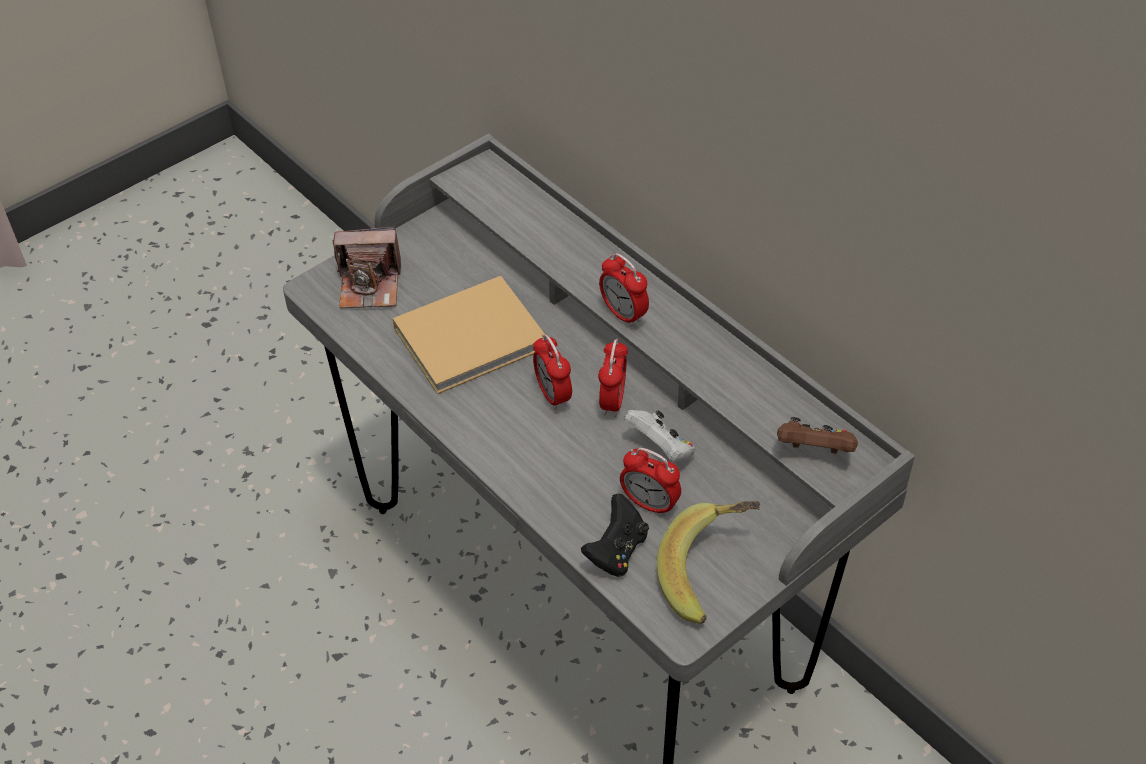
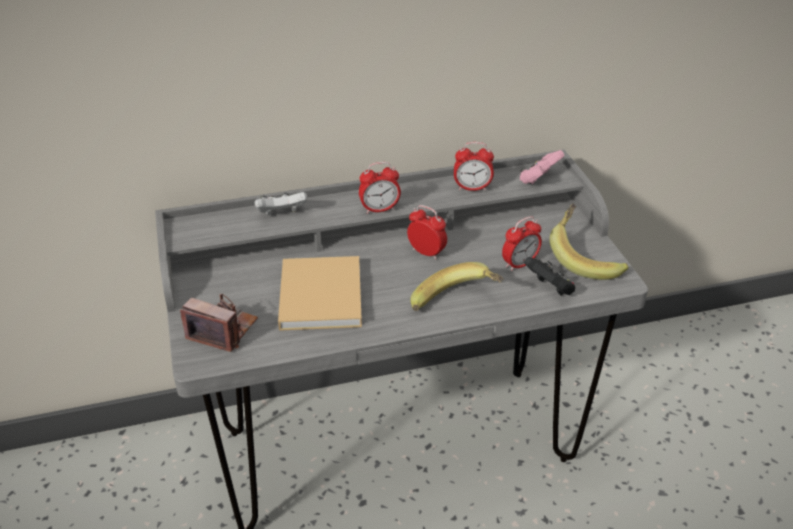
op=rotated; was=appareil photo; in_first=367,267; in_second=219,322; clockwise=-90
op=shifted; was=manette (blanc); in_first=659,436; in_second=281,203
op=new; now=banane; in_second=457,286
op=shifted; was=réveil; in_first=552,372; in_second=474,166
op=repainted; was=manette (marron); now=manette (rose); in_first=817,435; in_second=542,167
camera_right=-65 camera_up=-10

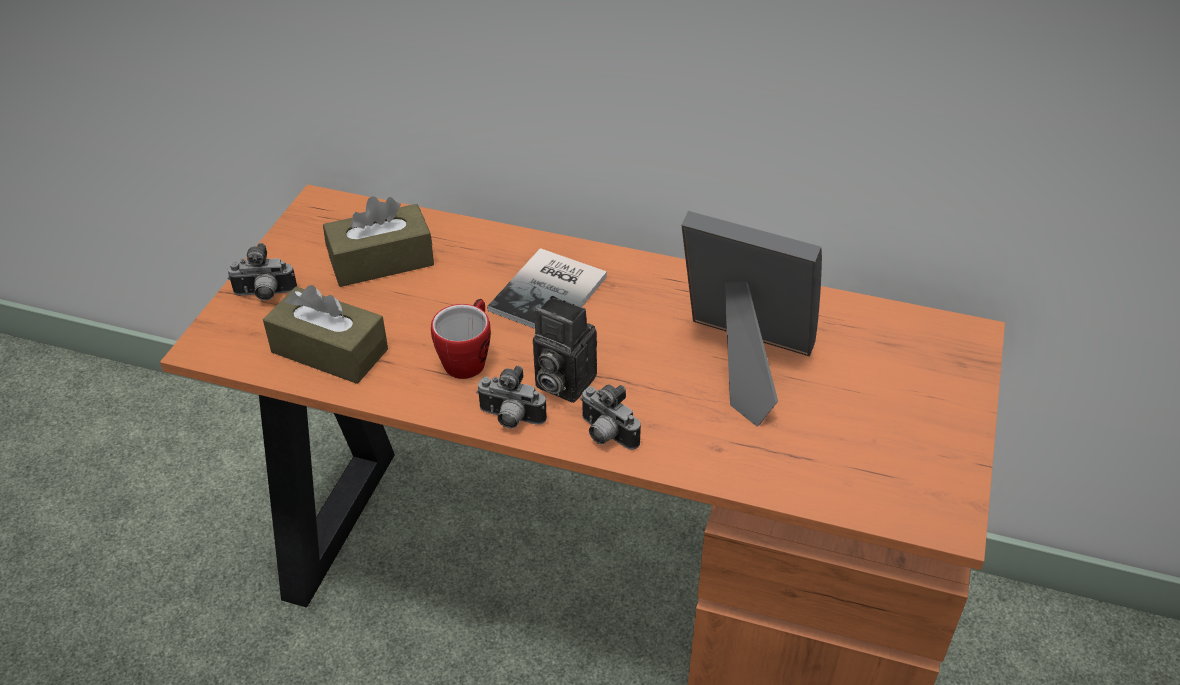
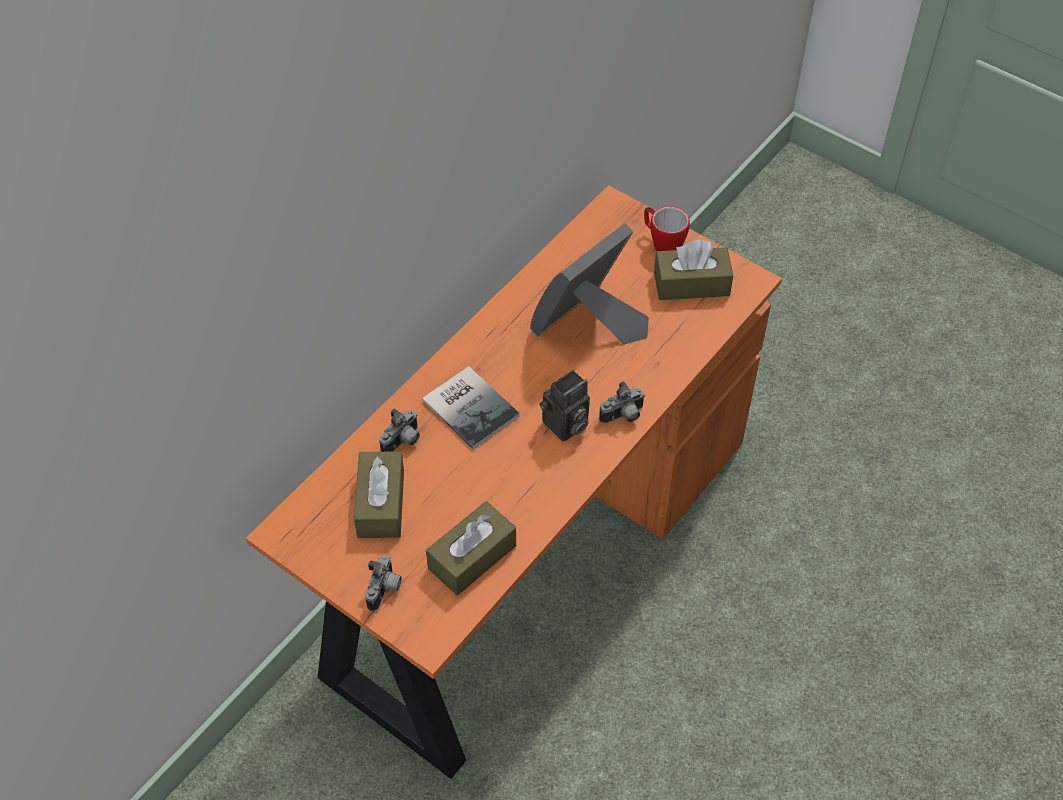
op=shifted; was=appareil photo; in_first=511,397; in_second=399,430
op=shifted; was=mug; in_first=461,339; in_second=667,228
op=new; now=boîte à mouchoirs (marron); in_second=693,269
camera_right=-70 camera_up=10

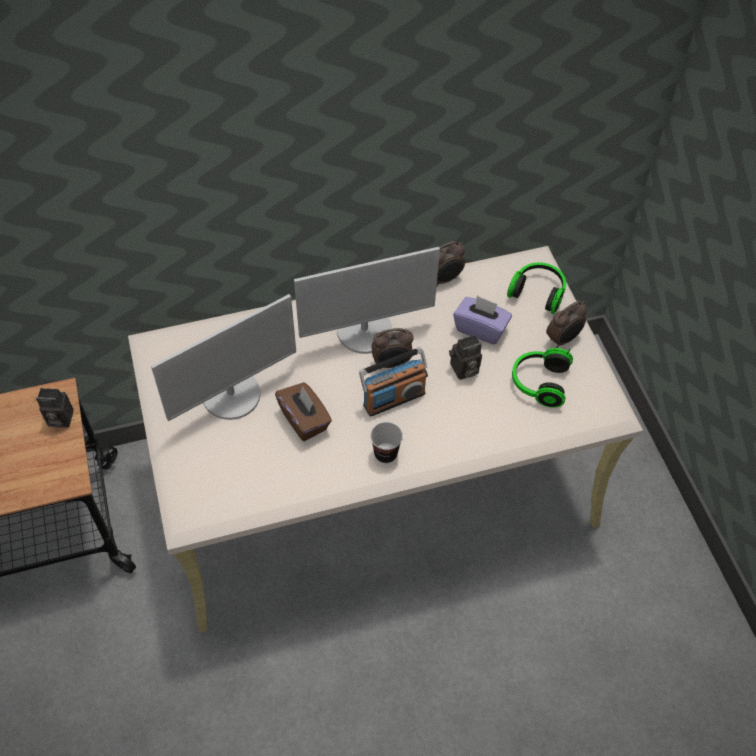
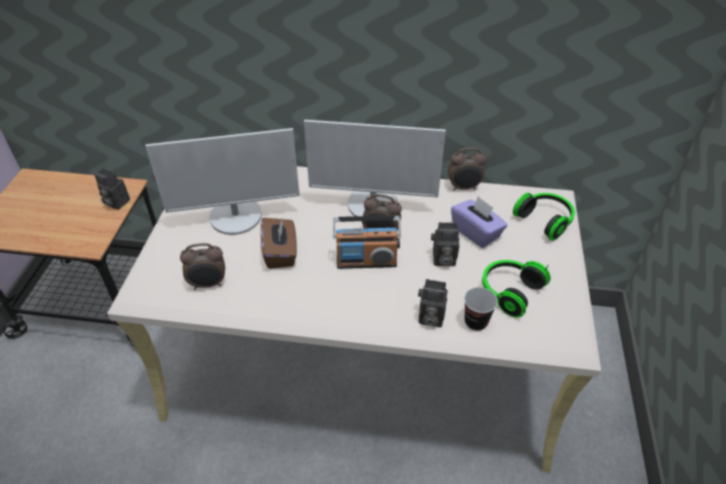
op=shifted; was=réveil; in_first=566,324; in_second=202,266
op=new; now=appareil photo; in_second=433,303
op=shifted; was=tasse; in_first=386,442; in_second=481,309
camera_right=25 camera_up=-10

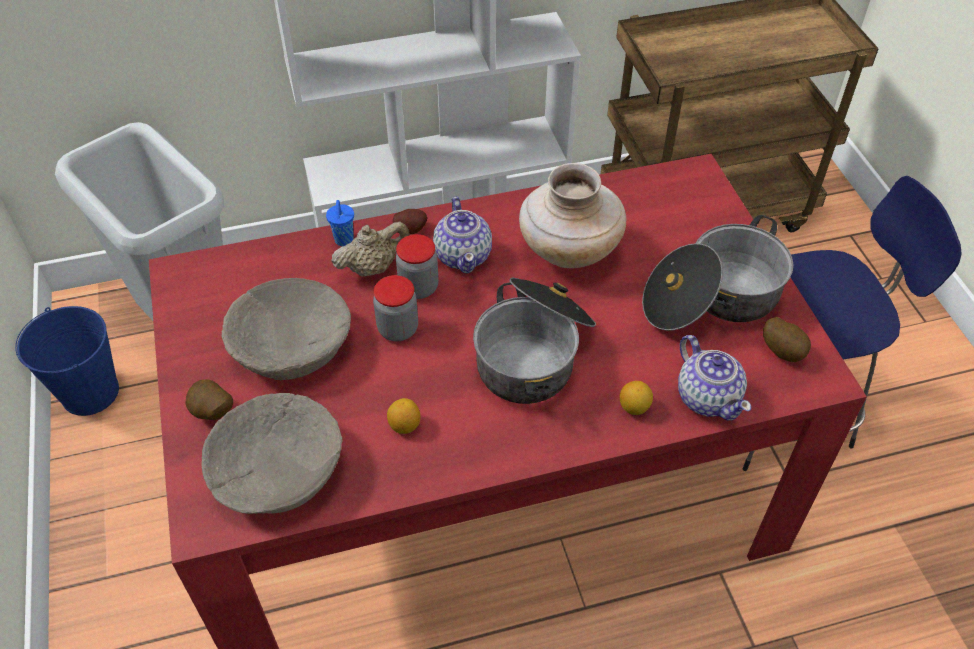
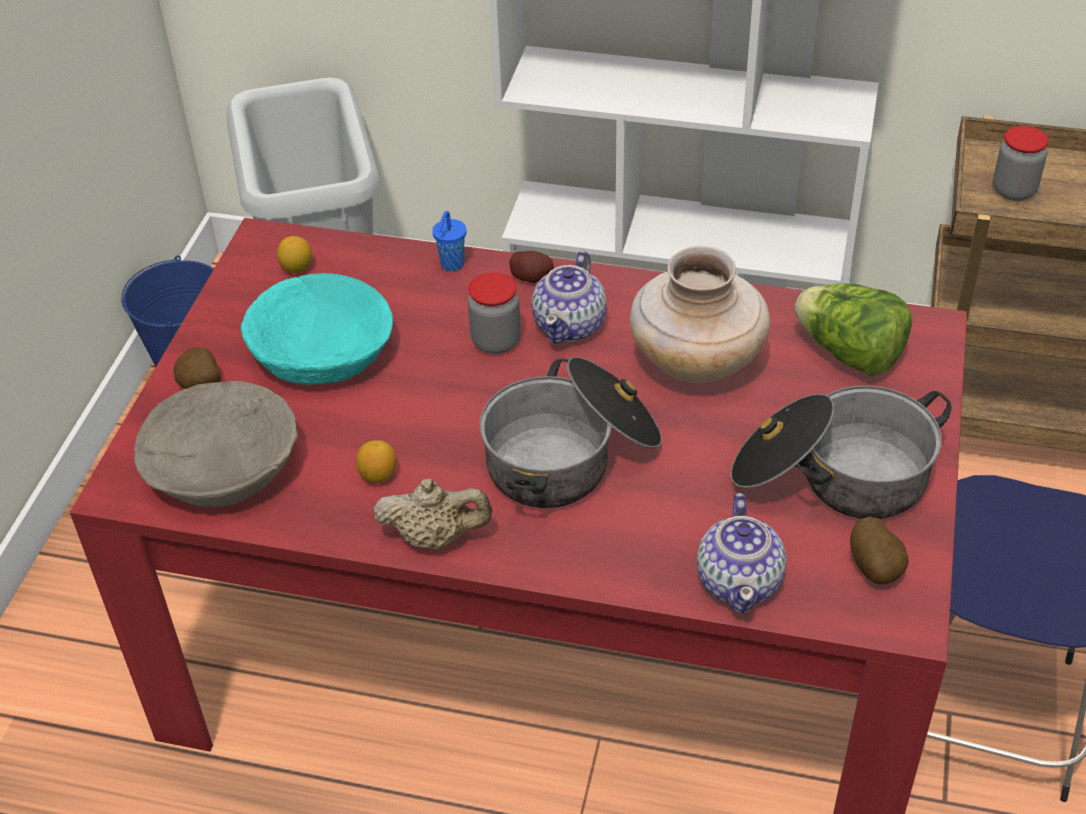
op=repainted; was=bol (beige); now=bol (turquoise); in_first=286,329; in_second=317,329
op=shifted; was=citron; in_first=636,398; in_second=294,254
op=shifted; was=théière (beige); in_first=370,249; in_second=433,514
op=new; now=laitue; in_second=853,330
op=shifted; was=bocal; in_first=395,308; in_second=1021,163
camera_right=30 camera_up=-5

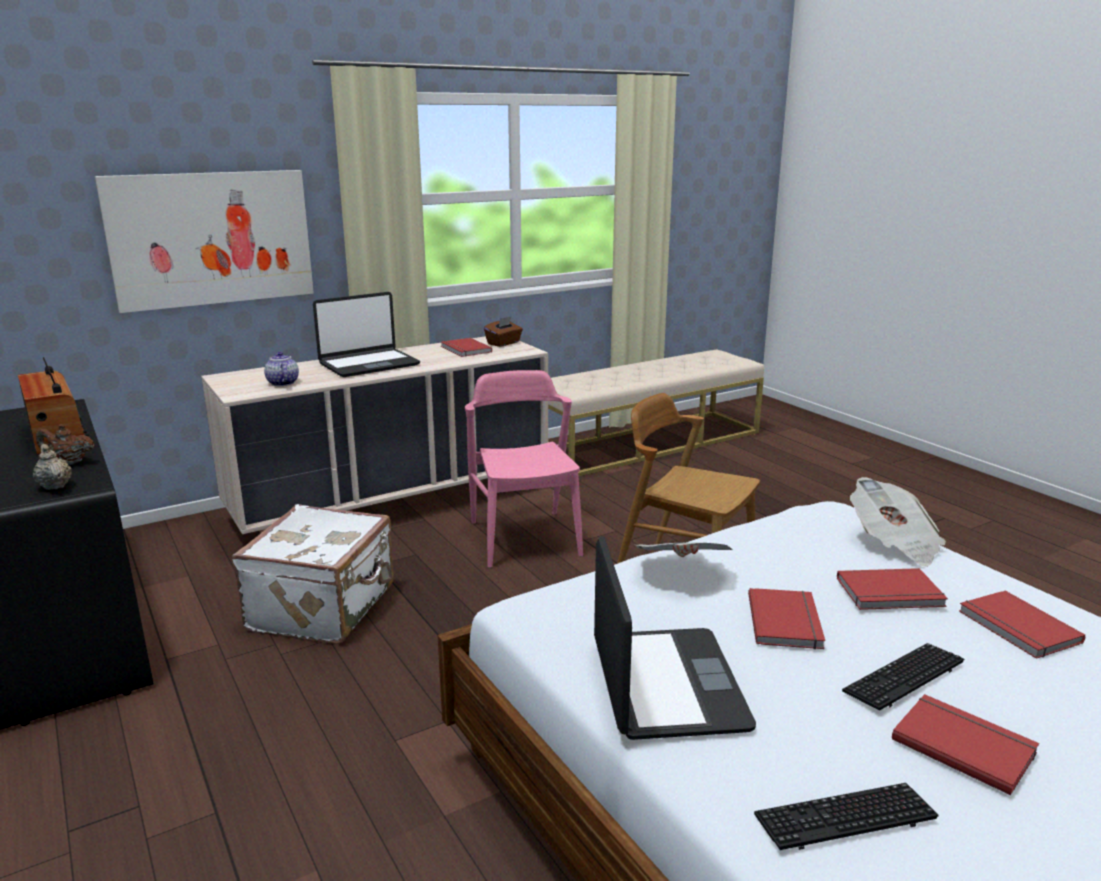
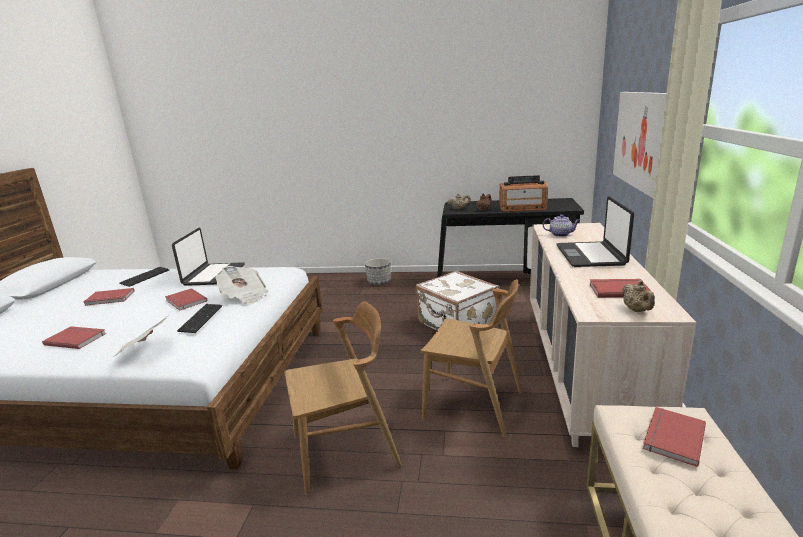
op=rotated; was=ordinateur portable; in_first=675,638; in_second=208,257; clockwise=-120
op=shifted; was=clavier; in_first=903,676; in_second=199,318
op=new; now=cache-pot; in_second=378,271
op=repainted; was=chaise (rose); now=chaise (marron); in_first=524,469; in_second=471,358
op=swapped; was=boîte à mouchoirs (marron); now=théière (beige); in_first=503,331; in_second=638,296
op=shifted; was=livre (rouge); in_first=892,589; in_second=674,437
camera_right=130 camera_up=0

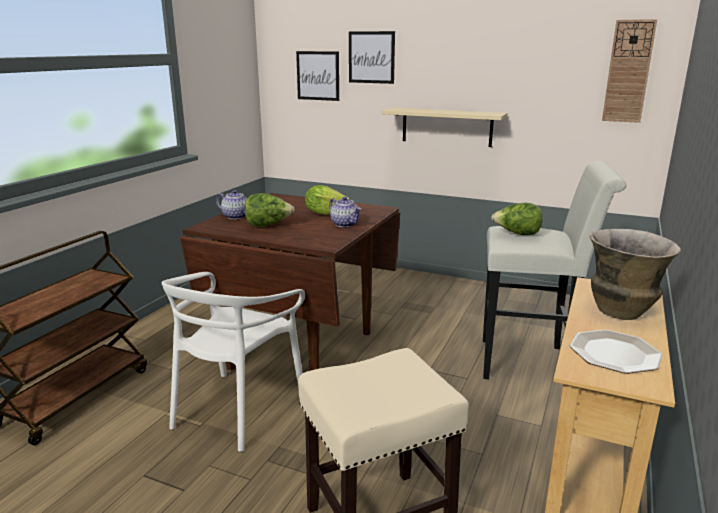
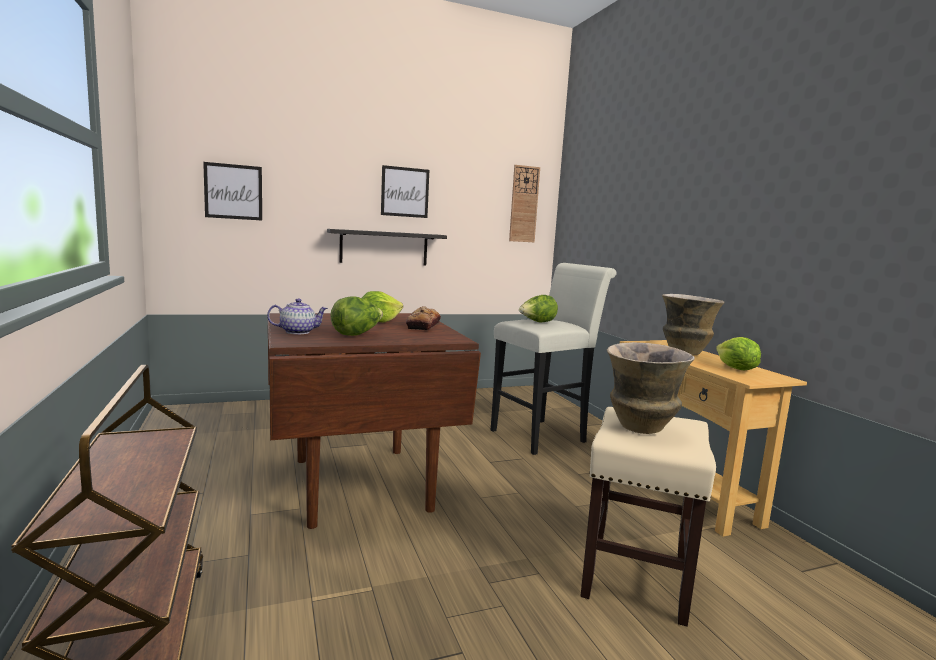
op=repainted; was=étagère (beige); now=étagère (noir); in_first=444,127; in_second=387,247
op=shifted; was=tableau; in_first=372,57; in_second=405,191
op=swapped; was=théière; now=pain; in_first=345,212; in_second=423,318
op=new; now=vase; in_second=651,388
op=swapped; was=assiette; now=laitue; in_first=615,352; in_second=738,353
op=gone; was=chaise (blanc); in_first=233,362
camera_right=-45 camera_up=-10

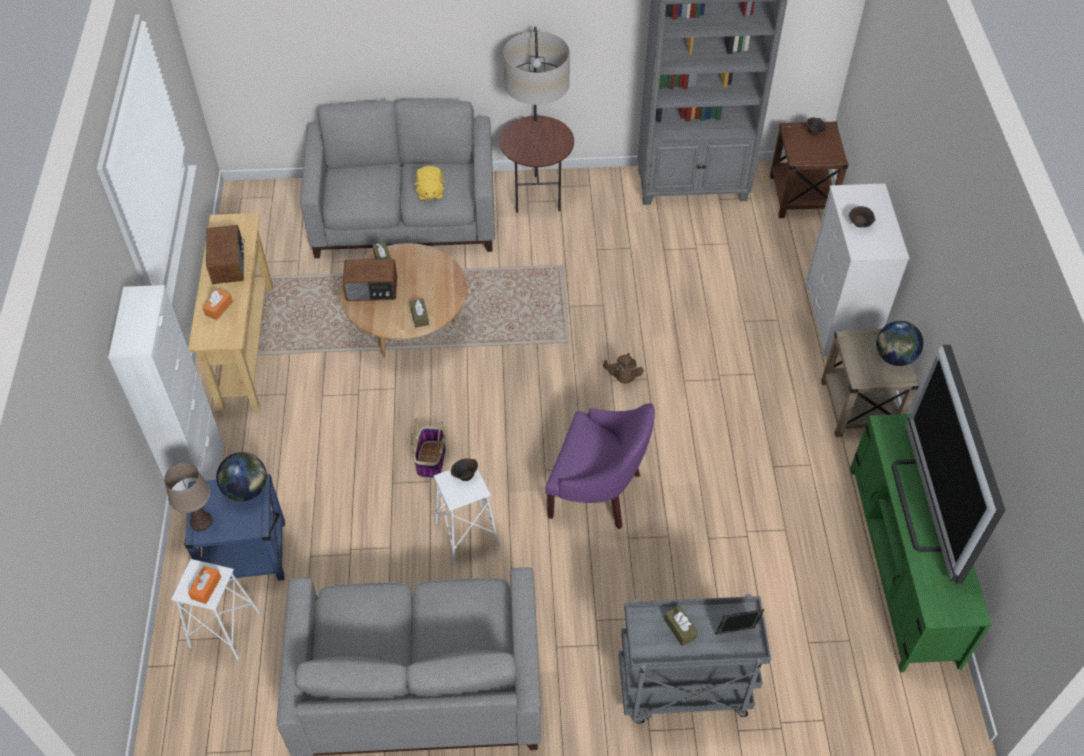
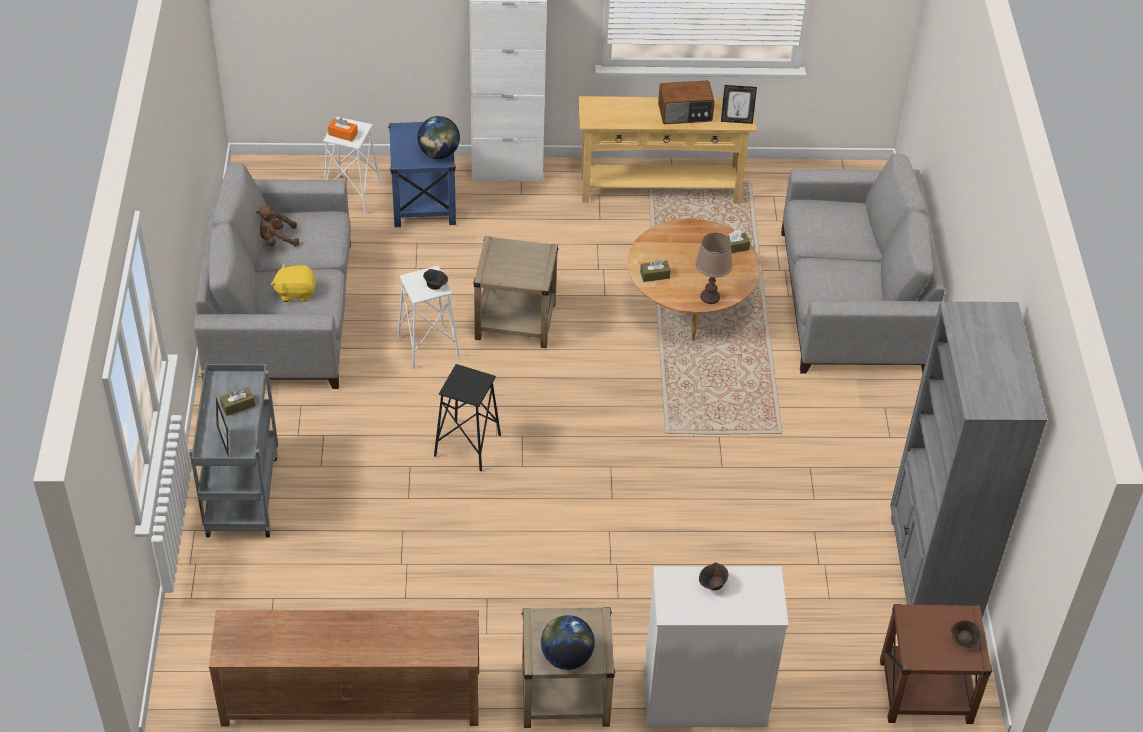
op=repainted; was=meuble télé (vert); now=meuble télé (marron); in_first=921,543; in_second=344,668
op=shifted; was=peluche (marron); in_first=623,368; in_second=277,225
op=shifted; was=peluche (jaune); in_first=429,183; in_second=294,283
op=swapped; was=fauteuil (violet); now=tabouret (noir); in_first=600,466; in_second=467,417
op=swapped; was=panier; now=table d'appoint (beige); in_first=428,448; in_second=516,292
op=shifted; was=lampe de table (marron); in_first=188,497; in_second=714,268
op=new; now=cadre photo; in_second=739,104
op=gone; was=boîte à mouchoirs (orange); in_first=217,304
op=gone; was=radio; in_first=369,280
op=gone; was=lampadaire; in_first=537,120
op=gone; was=téléviseur; in_first=948,464
camera_right=90 camera_up=-5

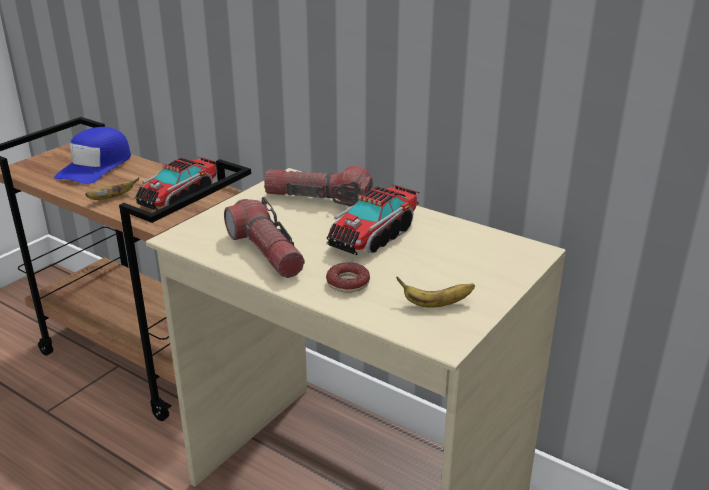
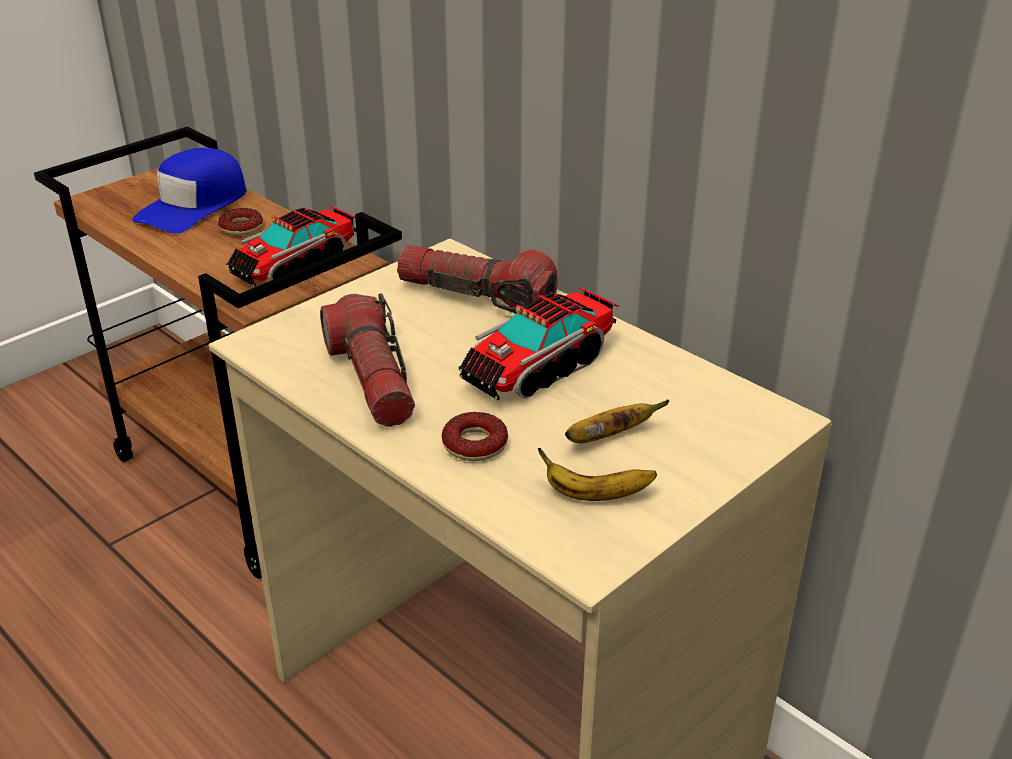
op=new; now=beignet; in_second=240,222
op=shifted; was=banane; in_first=112,189; in_second=617,421
camera_right=10 camera_up=5

